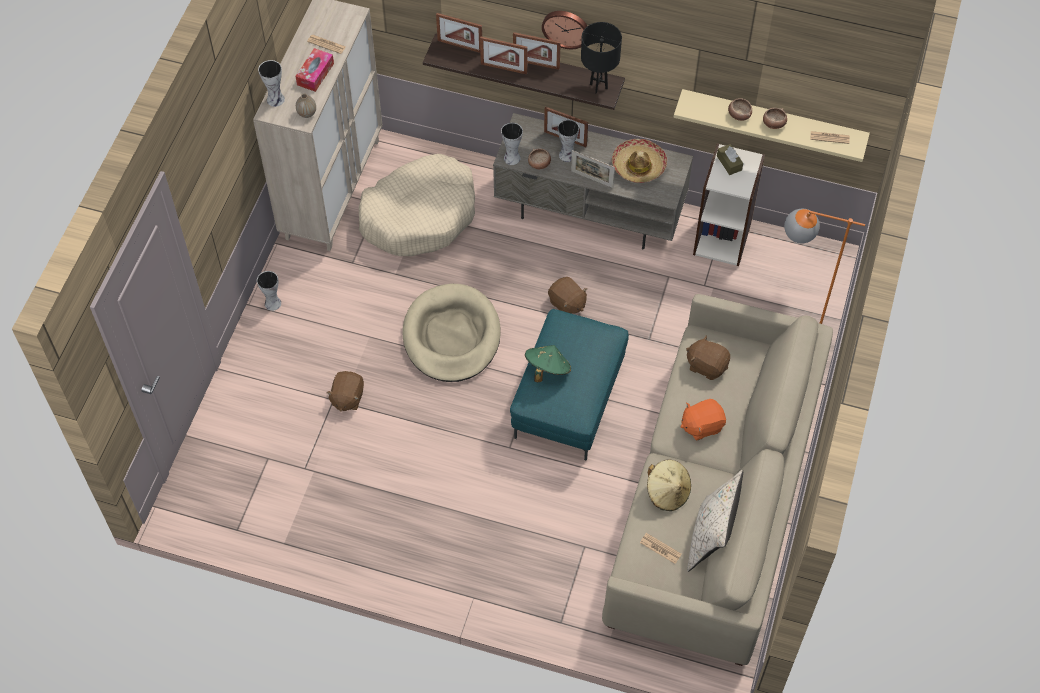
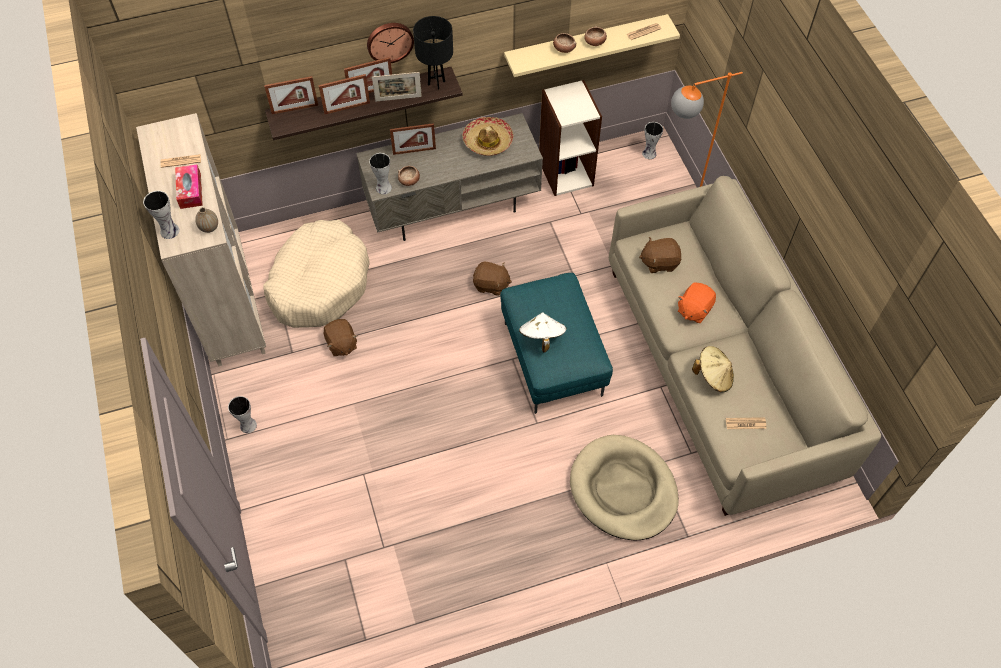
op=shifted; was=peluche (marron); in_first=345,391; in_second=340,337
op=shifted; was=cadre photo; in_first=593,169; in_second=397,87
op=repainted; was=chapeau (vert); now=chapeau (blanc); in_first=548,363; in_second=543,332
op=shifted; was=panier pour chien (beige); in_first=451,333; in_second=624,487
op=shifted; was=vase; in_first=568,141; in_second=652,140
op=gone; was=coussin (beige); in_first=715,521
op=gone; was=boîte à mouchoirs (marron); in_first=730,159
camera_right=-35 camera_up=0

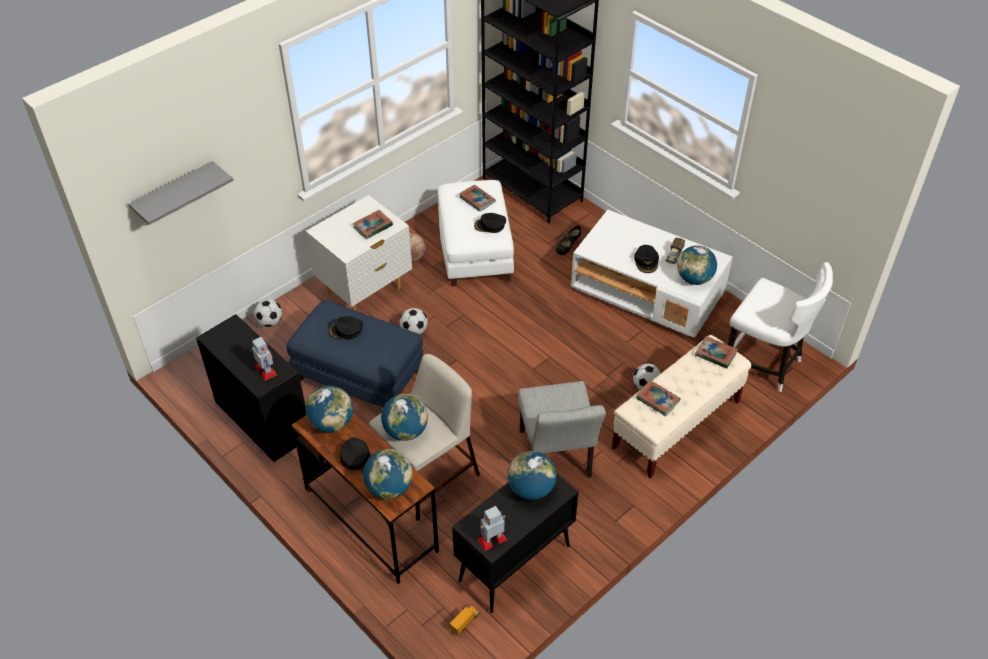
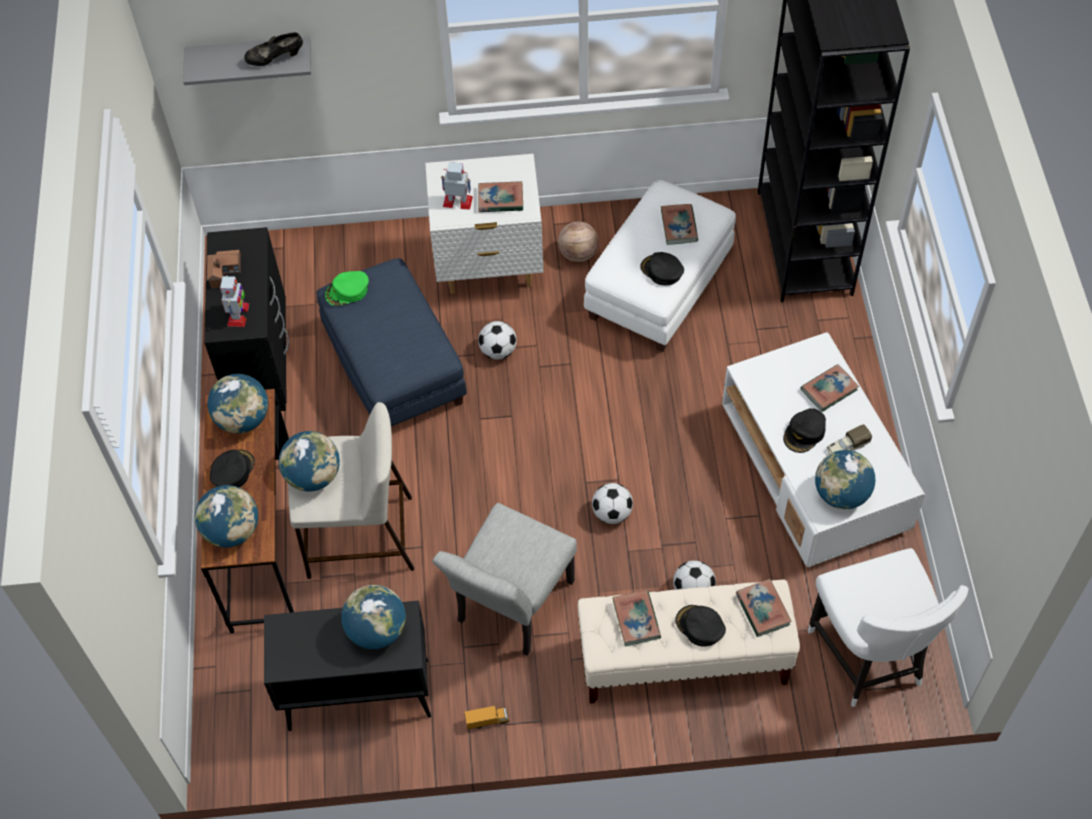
op=new; now=maison miniature; in_second=224,269
op=shifted; was=chaussure (noir); in_first=568,240; in_second=273,49
op=new; now=casquette (vert); in_second=347,288
op=shifted; was=robot jouet; in_first=492,528; in_second=457,186
op=shifted; was=camion jouet; in_first=465,620; in_second=486,717
op=shifted; was=ballon de foot; in_first=268,313; in_second=612,503
op=shifted; was=casquette (noir); in_first=345,328; in_second=700,626
op=new; now=livre; in_second=830,388
camera_right=40 camera_up=10

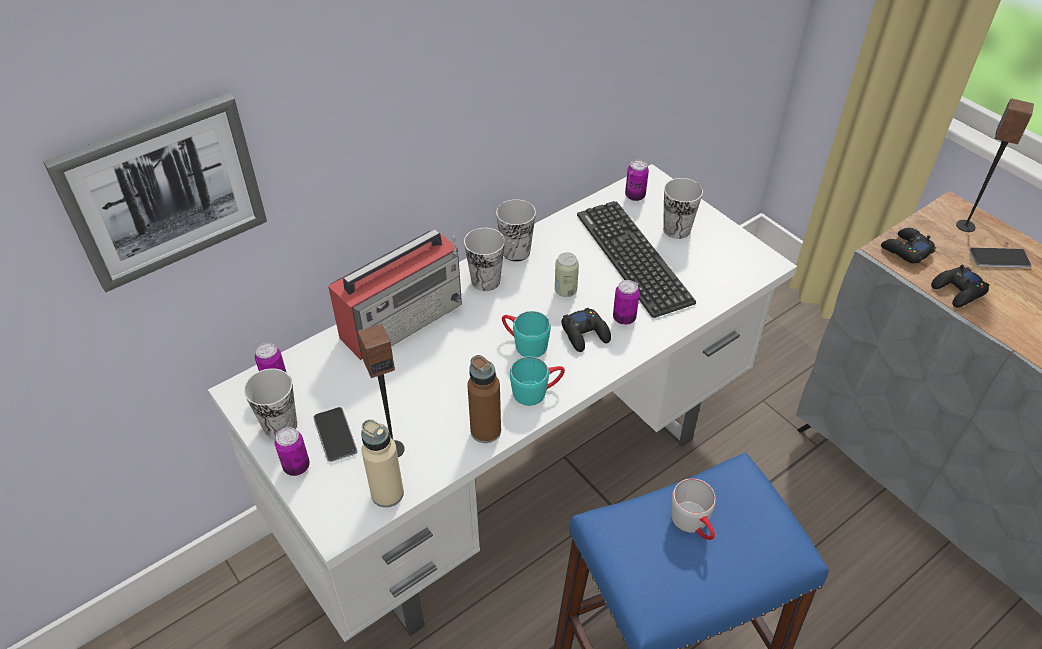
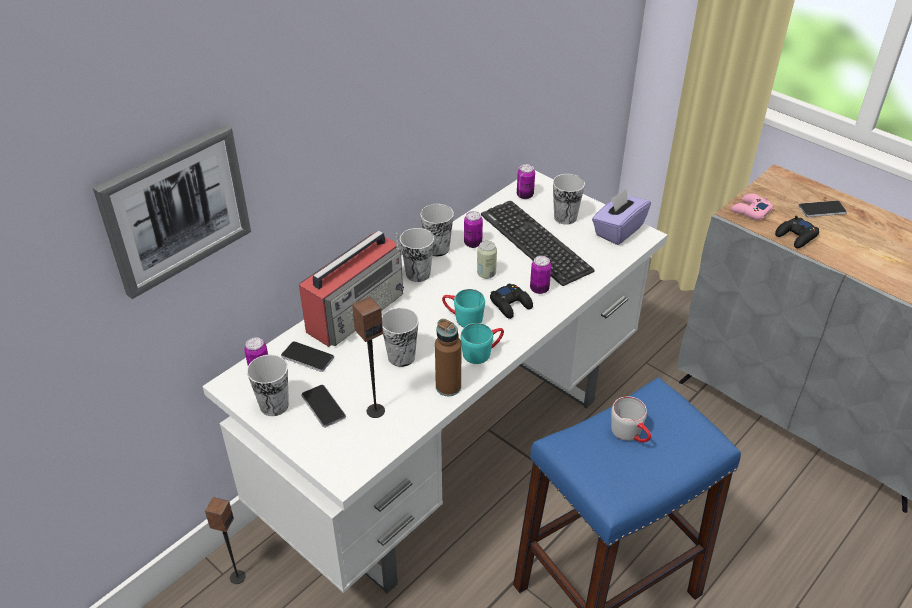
op=shifted; was=enceinte; in_first=995,165; in_second=225,540
op=new; now=téléphone; in_second=307,356
op=new; now=tasse; in_second=400,337
op=shifted; was=boîte métallique; in_first=292,451; in_second=473,229
op=new; now=boîte à mouchoirs (violet); in_second=621,216
op=repainted; was=manette (noir); now=manette (rose); in_first=908,245; in_second=752,206
op=gone; was=bouteille (beige); in_first=382,463
camera_right=-10 camera_up=-5

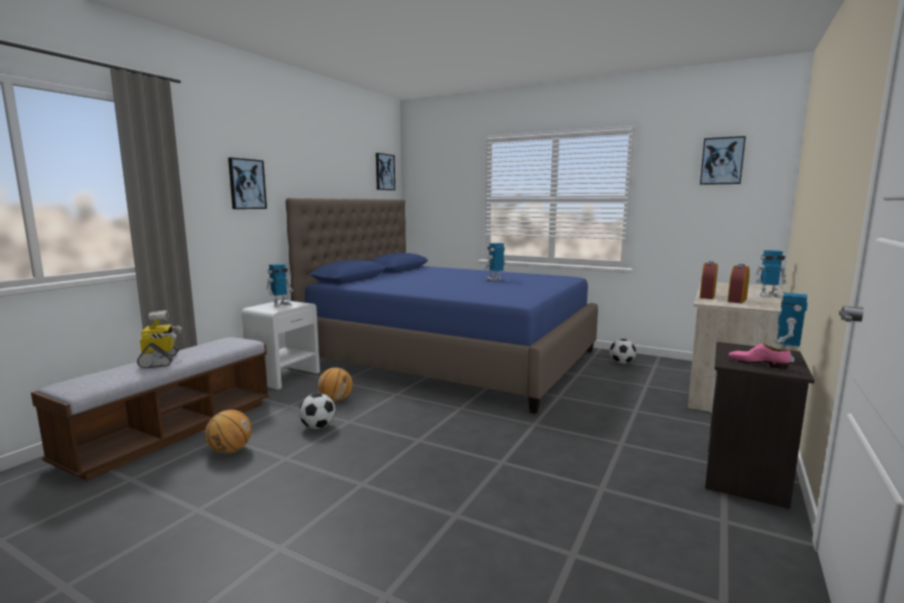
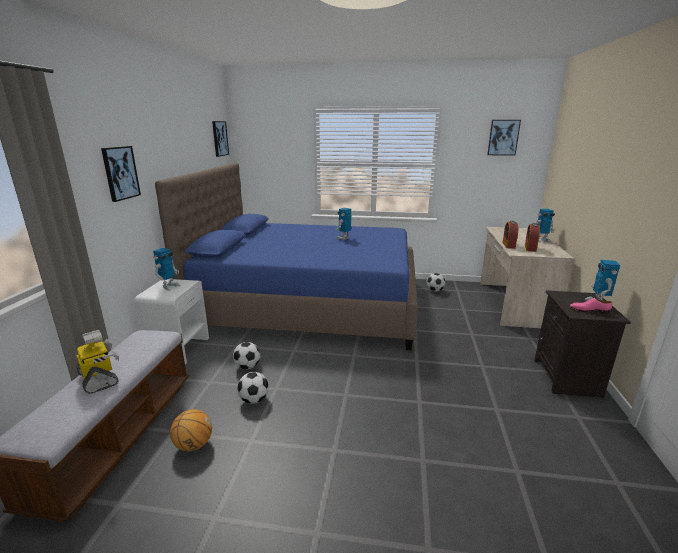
op=swapped; was=ballon de basket; now=ballon de foot; in_first=335,384; in_second=247,356
camera_right=-20 camera_up=10

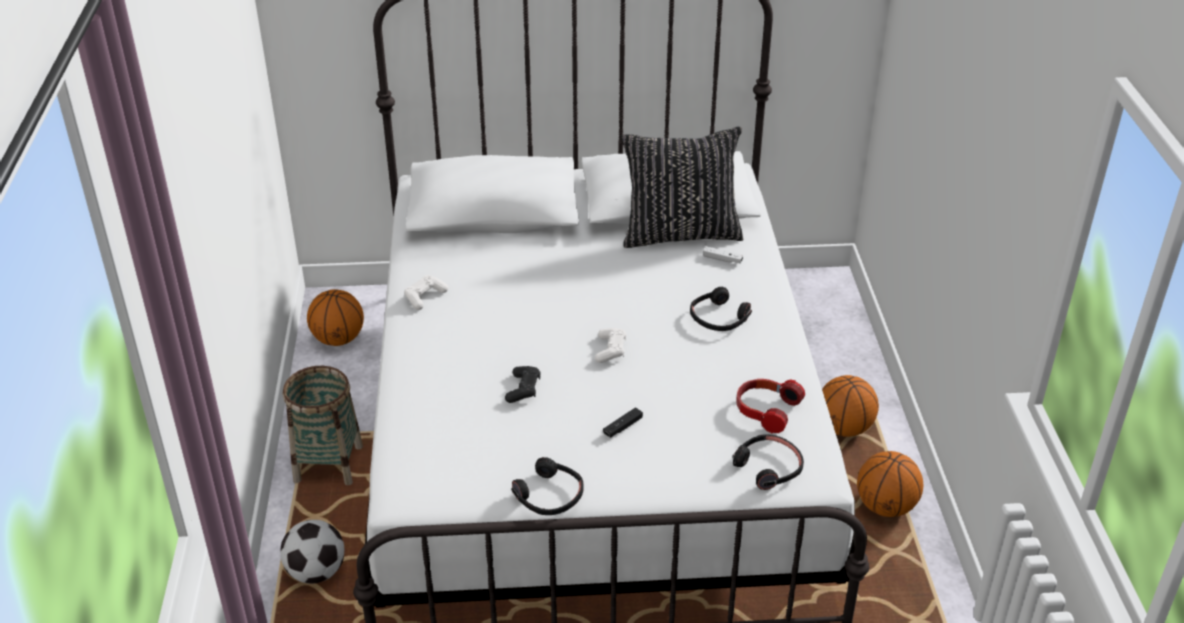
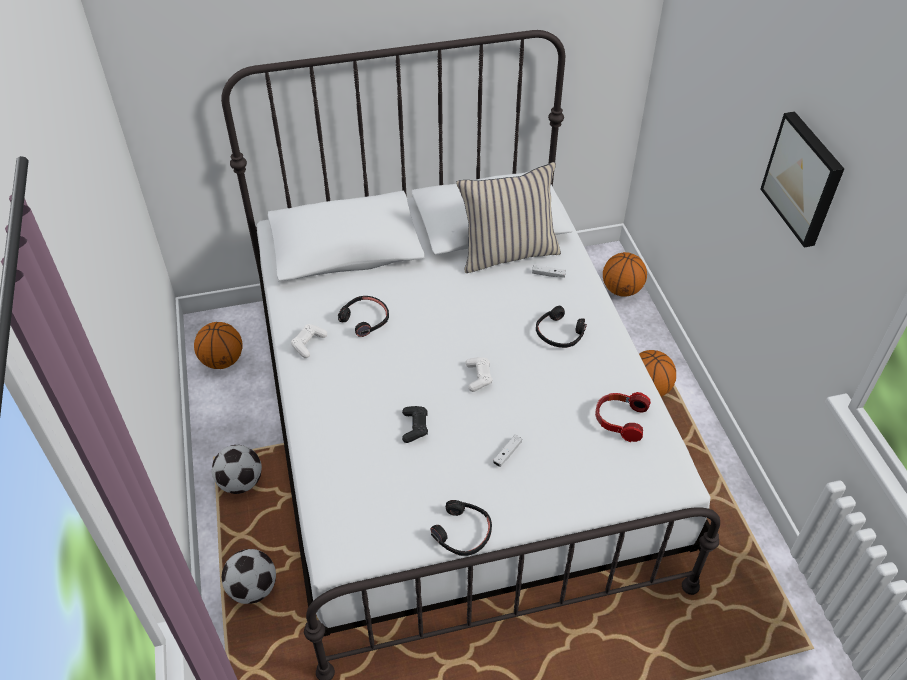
op=swapped; was=panier; now=ballon de foot; in_first=323,425; in_second=237,469
op=shifted; was=casque audio (noir); in_first=768,462; in_second=363,316
op=repainted; was=coussin (noir); now=coussin (beige); in_first=682,187; in_second=508,217
op=repainted; was=manette (noir); now=manette (blanc); in_first=623,422; in_second=507,451
op=shifted; was=ballon de basket; in_first=890,484; in_second=625,274
op=new; now=tableau; in_second=802,179
camera_right=-10 camera_up=10

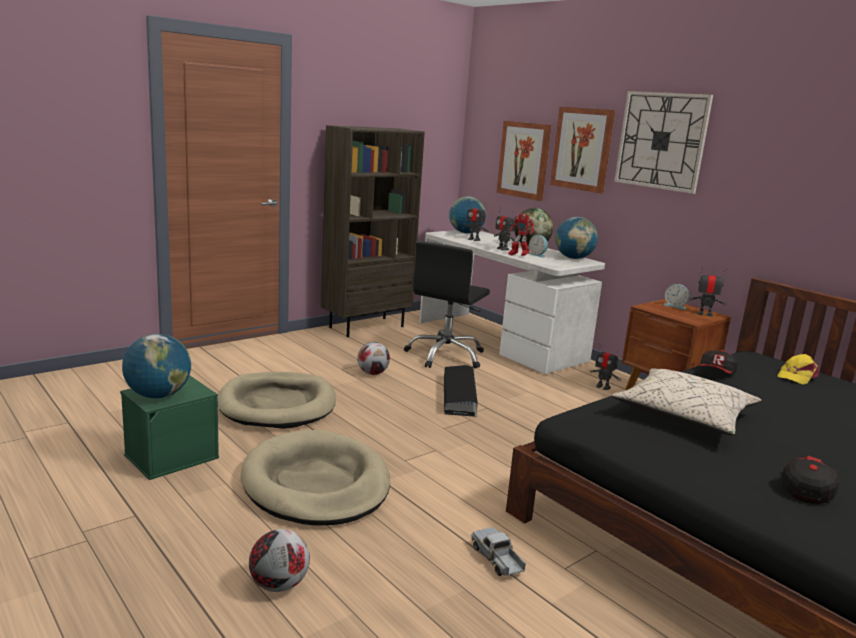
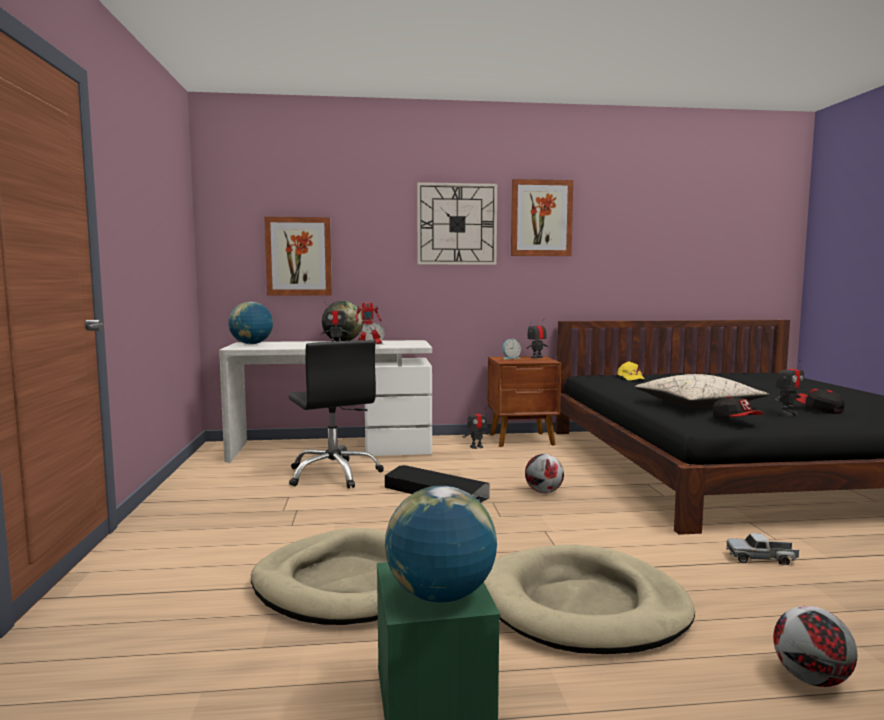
op=shifted; was=tableau; in_first=582,150; in_second=542,217
op=shifted; was=ballon de foot; in_first=373,358; in_second=544,473
op=shifted; was=casquette; in_first=719,361; in_second=738,407
op=shifted; was=robot jouet; in_first=475,220; in_second=789,387
op=gone; was=bibliothèque (marron); in_first=373,231
op=gone; was=globe; in_first=576,238
camera_right=-55 camera_up=-10

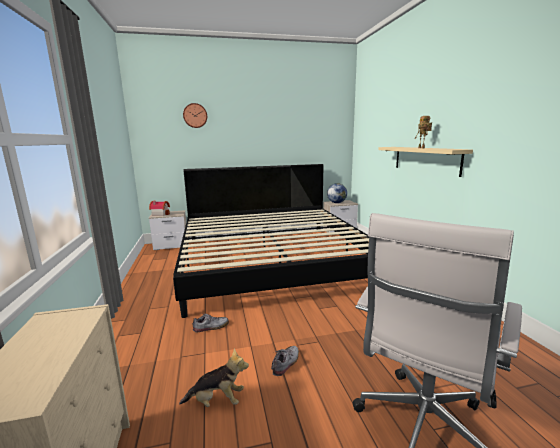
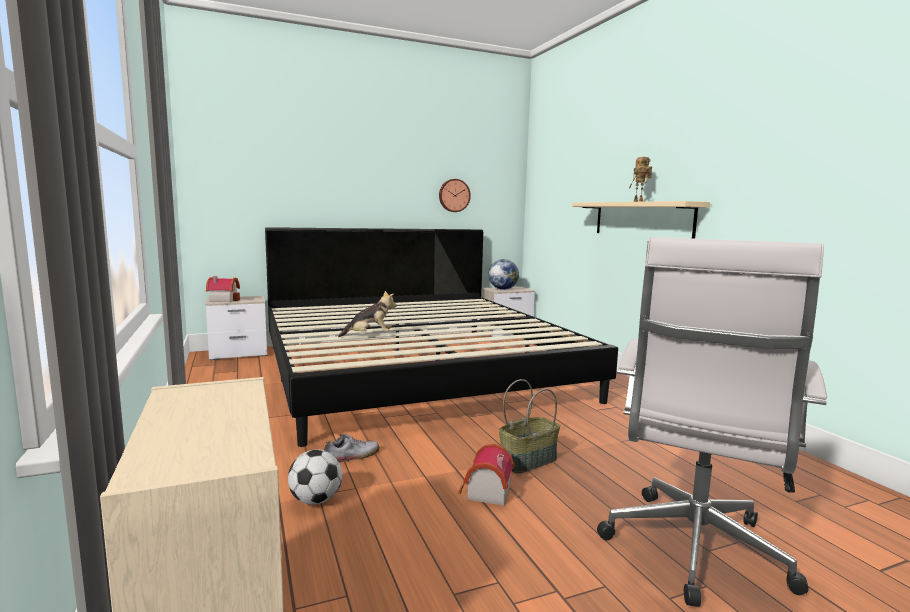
op=new; now=ballon de foot; in_second=315,477
op=shifted; was=peluche; in_first=214,378; in_second=367,314
op=shifted; was=horloge murale; in_first=195,115; in_second=455,195
op=swapped; was=chaussure; now=maison miniature; in_first=285,361; in_second=486,474
op=new; now=panier; in_second=529,426
camera_right=-10 camera_up=-5

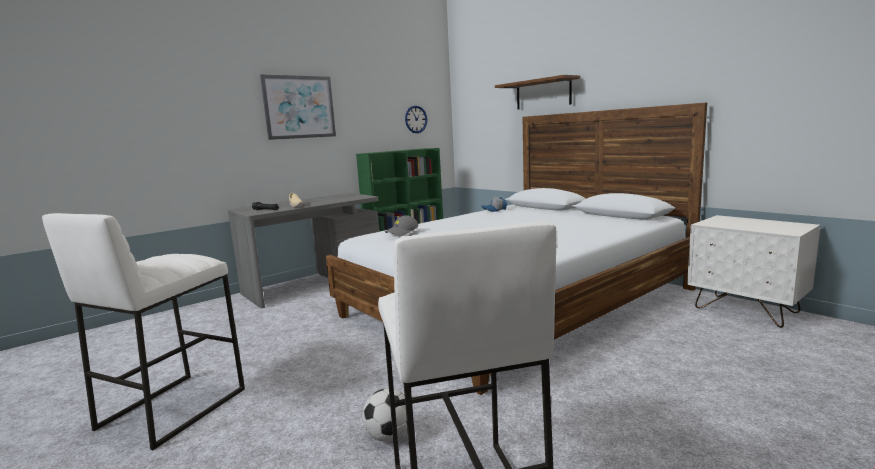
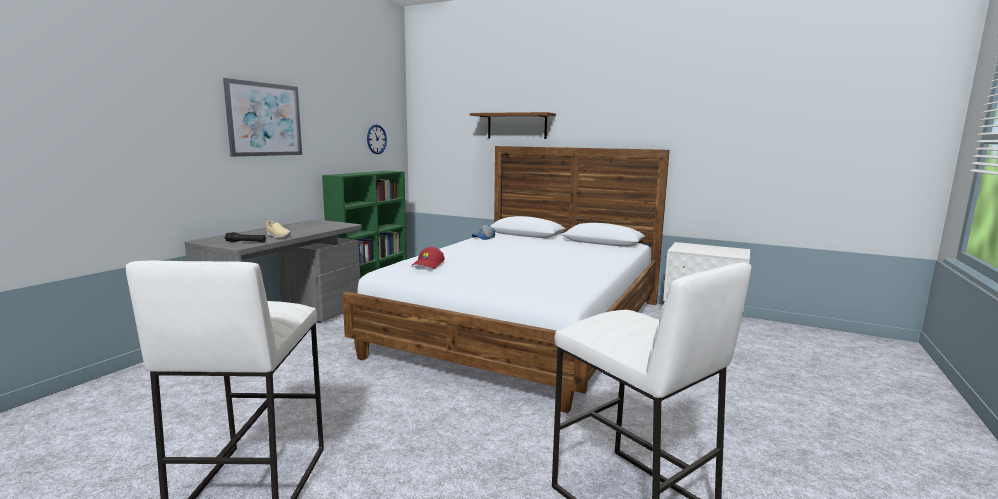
op=repainted; was=casquette (gris); now=casquette (rouge); in_first=401,225; in_second=428,257
op=gone; was=ballon de foot; in_first=384,415
camera_right=-25 camera_up=0

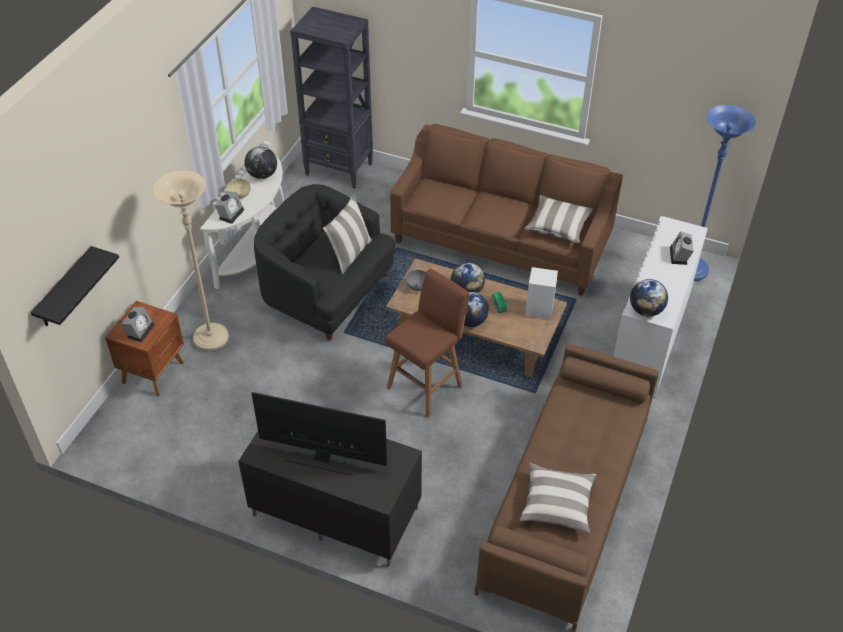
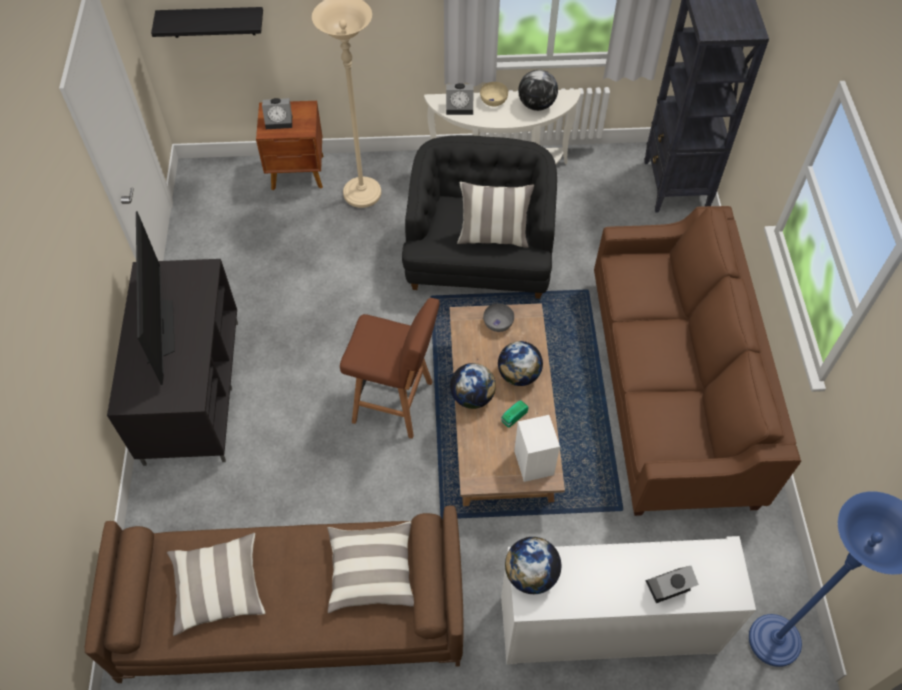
op=shifted; was=coussin; in_first=558,219; in_second=370,567
camera_right=65 camera_up=10

